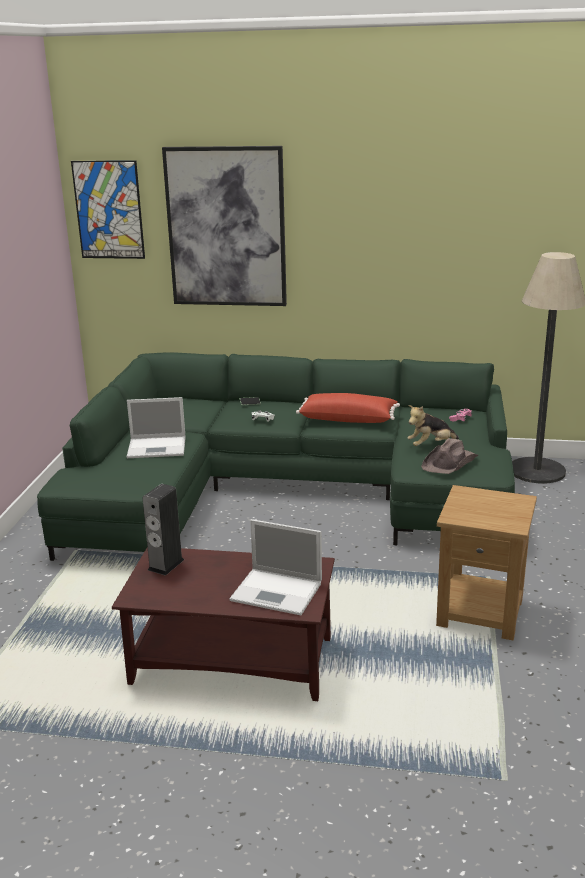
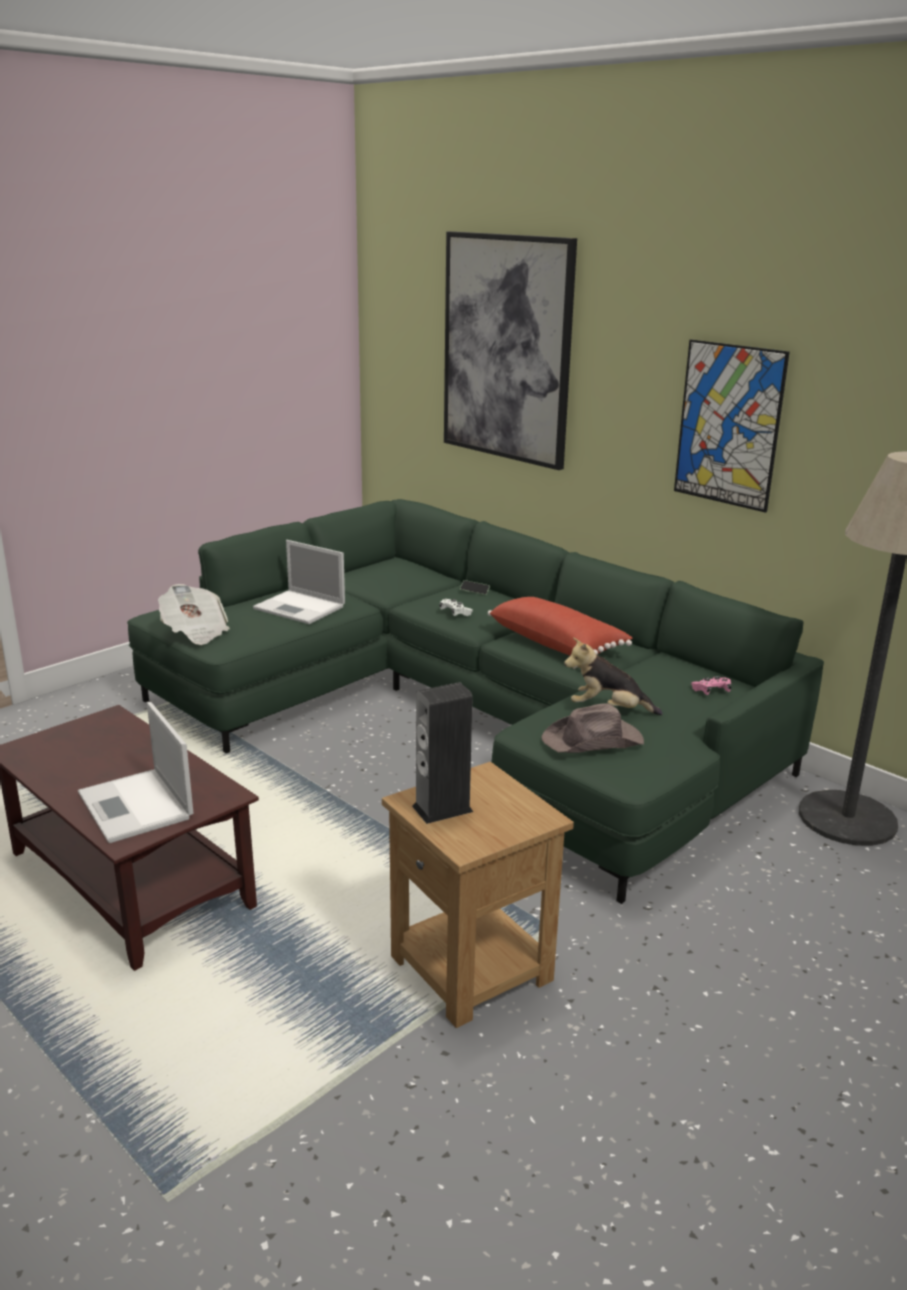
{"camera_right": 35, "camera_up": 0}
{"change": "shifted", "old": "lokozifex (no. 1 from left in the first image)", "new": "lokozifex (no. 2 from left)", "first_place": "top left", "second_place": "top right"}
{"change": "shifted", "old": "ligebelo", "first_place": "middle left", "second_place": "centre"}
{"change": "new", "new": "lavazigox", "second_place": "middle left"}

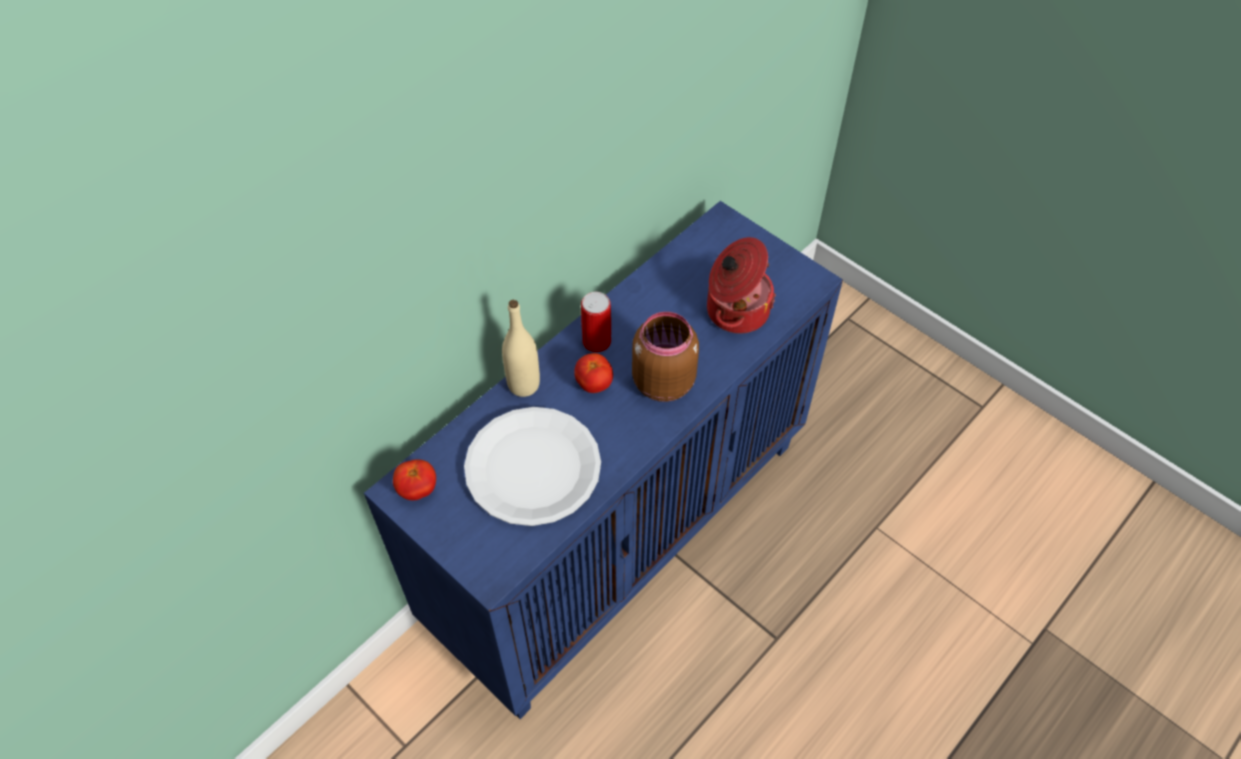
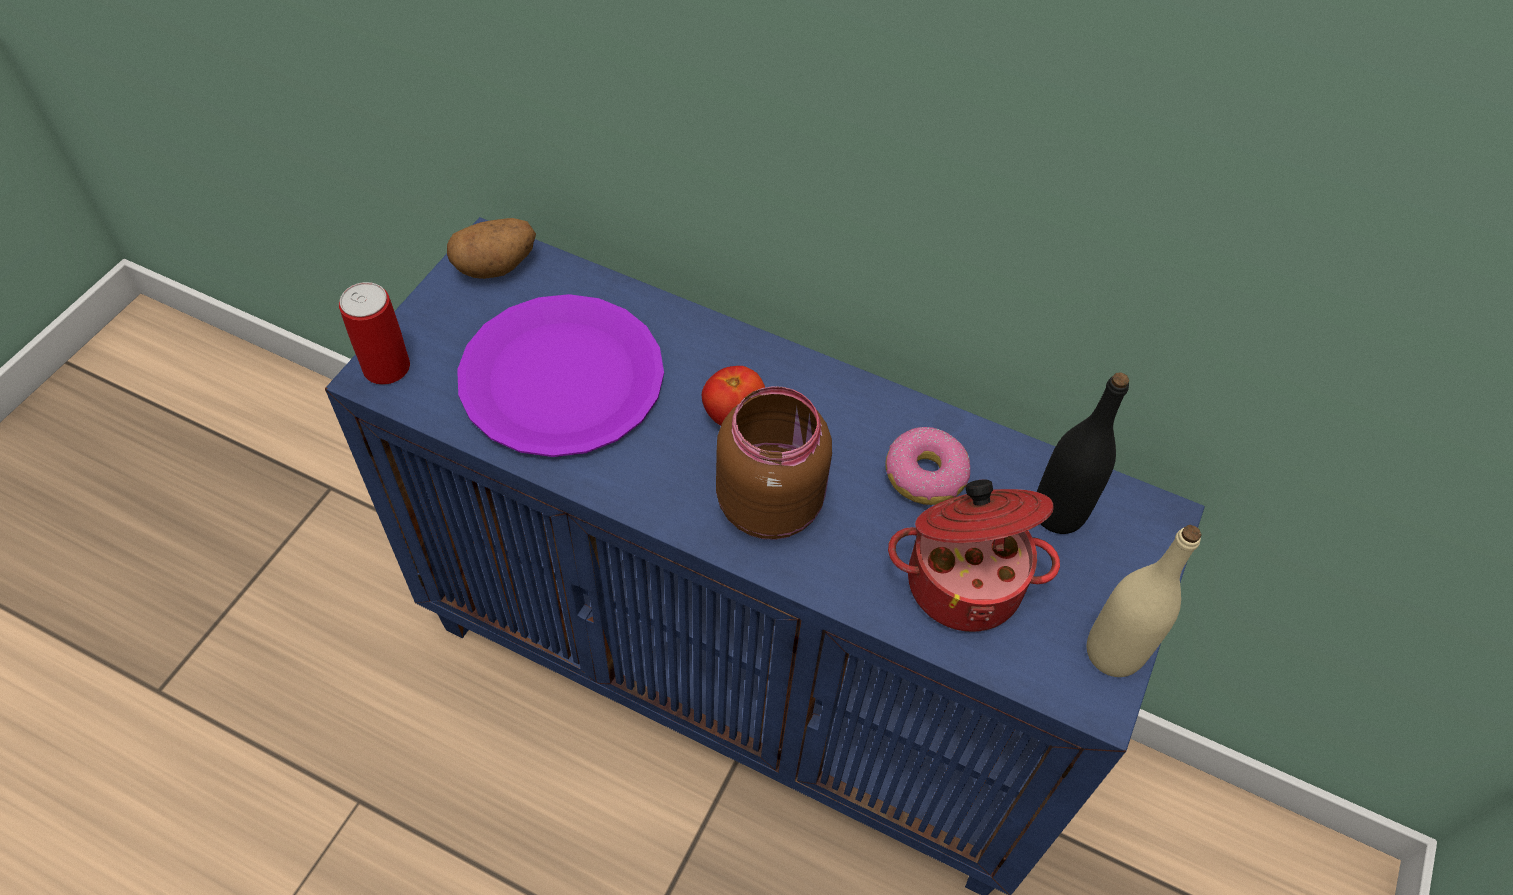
{"camera_right": 70, "camera_up": 0}
{"change": "swapped", "old": "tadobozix (no. 1 from left)", "new": "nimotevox", "first_place": "centre", "second_place": "top left"}
{"change": "repainted", "old": "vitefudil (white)", "new": "vitefudil (purple)", "first_place": "centre", "second_place": "centre"}
{"change": "shifted", "old": "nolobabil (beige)", "first_place": "centre", "second_place": "bottom right"}
{"change": "shifted", "old": "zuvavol", "first_place": "centre", "second_place": "middle left"}
{"change": "new", "new": "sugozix", "second_place": "centre"}
{"change": "new", "new": "nolobabil (black)", "second_place": "middle right"}

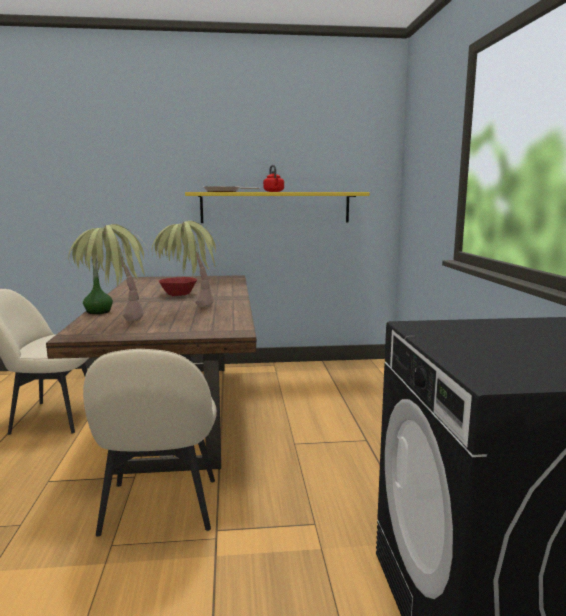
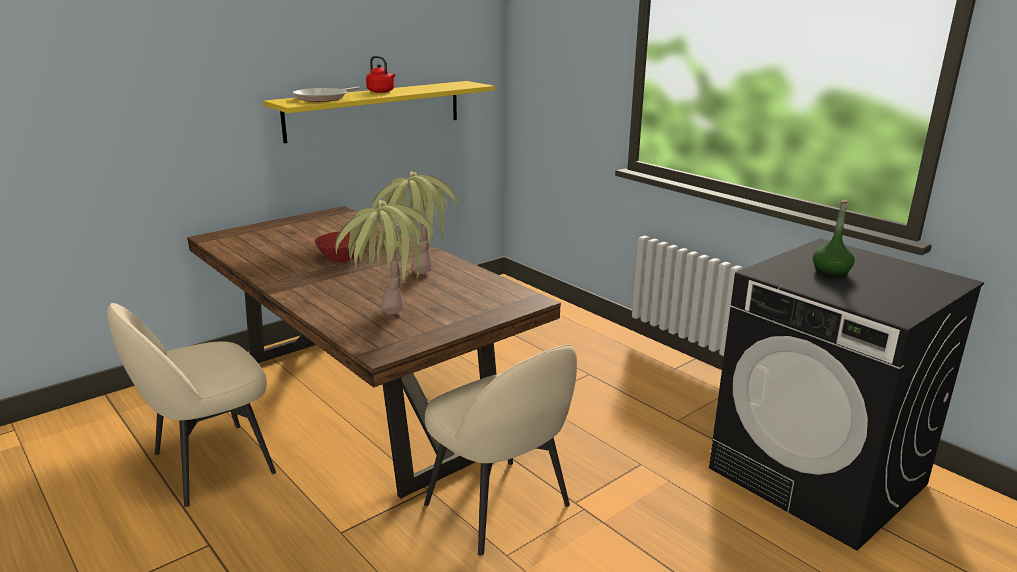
{"camera_right": -35, "camera_up": 10}
{"change": "shifted", "old": "nolobabil (green)", "first_place": "middle left", "second_place": "middle right"}

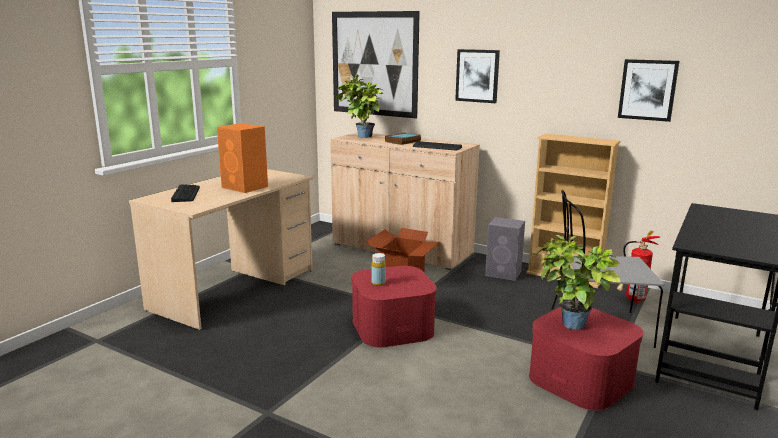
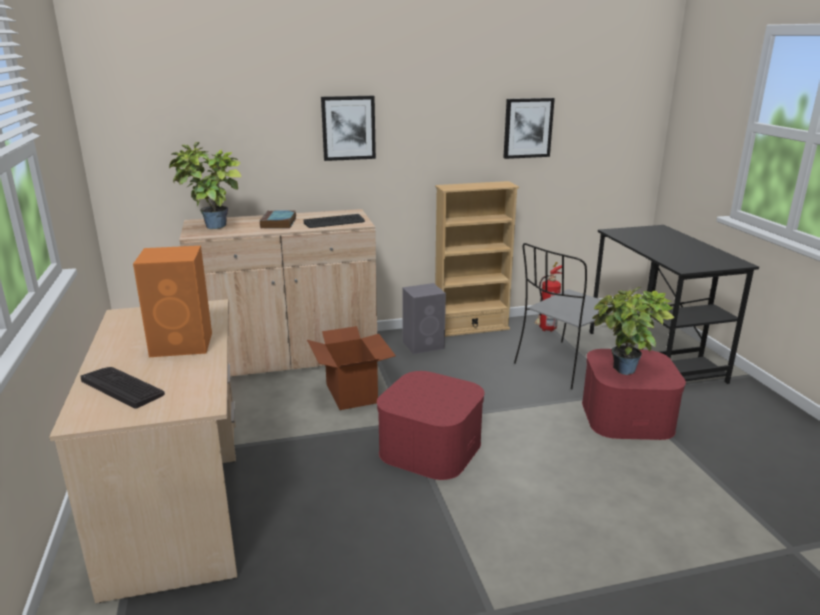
{"camera_right": -45, "camera_up": 5}
{"change": "gone", "old": "lokozifex (no. 1 from left)", "first_place": "top centre"}
{"change": "gone", "old": "nolobabil (yellow)", "first_place": "centre"}

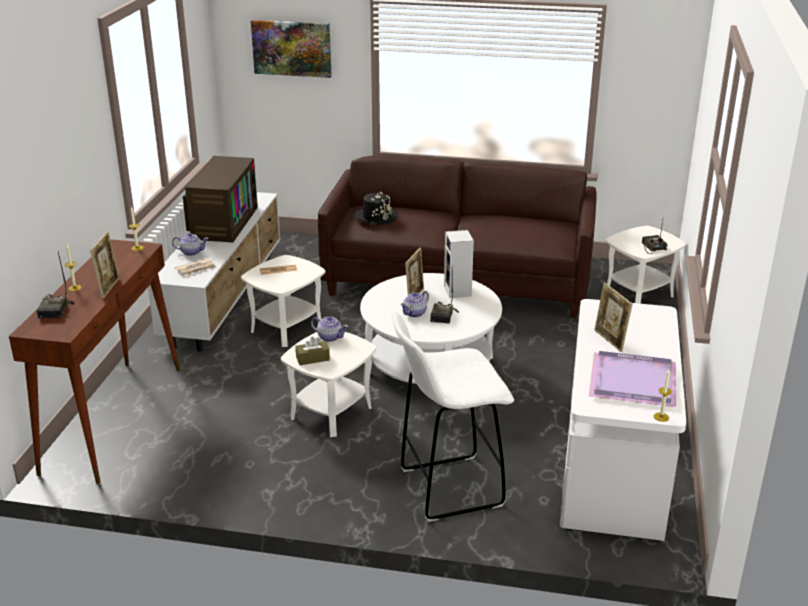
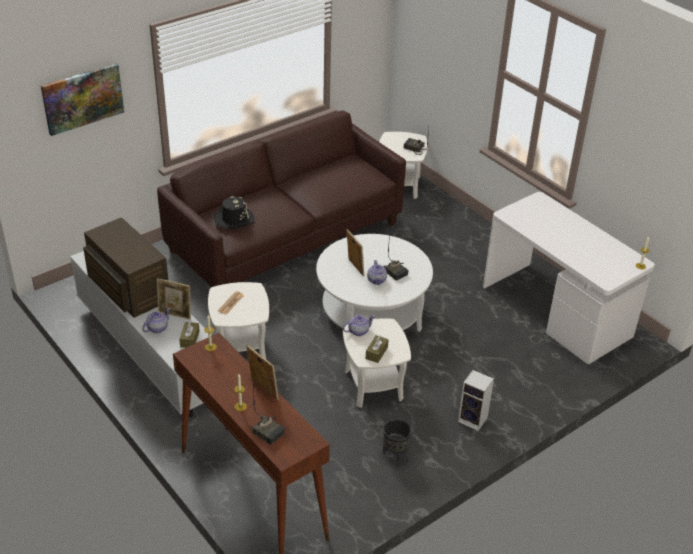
{"camera_right": -50, "camera_up": 10}
{"change": "swapped", "old": "lavazigox (no. 1 from left)", "new": "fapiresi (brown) (no. 1 from left)", "first_place": "middle left", "second_place": "middle left"}
{"change": "gone", "old": "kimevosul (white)", "first_place": "bottom centre"}
{"change": "shifted", "old": "ligebelo", "first_place": "centre", "second_place": "bottom right"}
{"change": "gone", "old": "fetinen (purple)", "first_place": "middle right"}
{"change": "shifted", "old": "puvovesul (no. 3 from left in the first image)", "new": "puvovesul (no. 1 from left)", "first_place": "middle right", "second_place": "middle left"}
{"change": "new", "new": "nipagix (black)", "second_place": "bottom centre"}

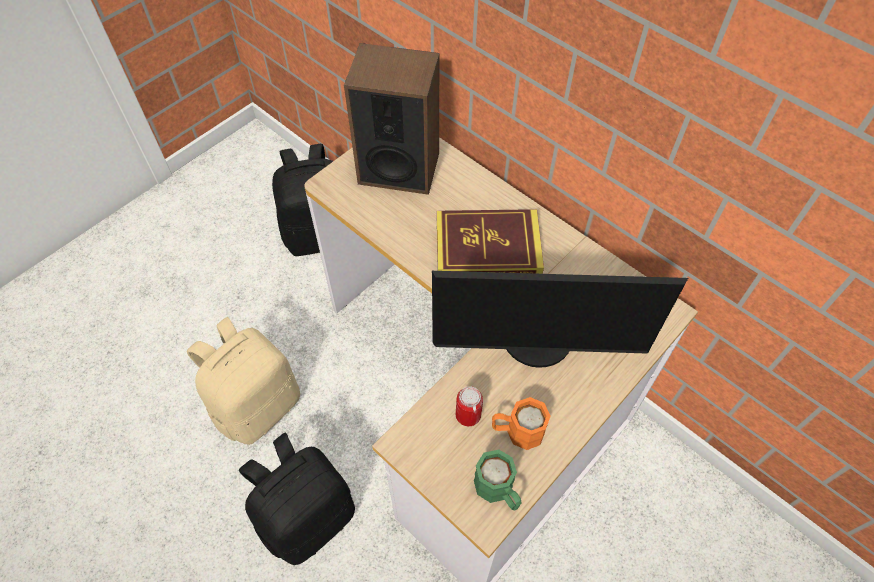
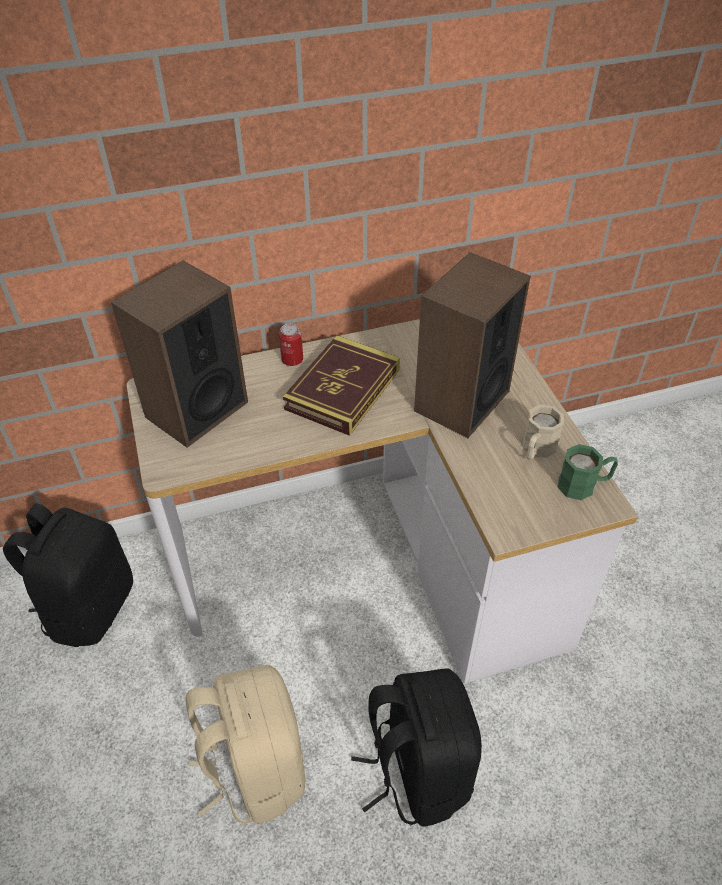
{"camera_right": -60, "camera_up": -10}
{"change": "swapped", "old": "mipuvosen", "new": "ligebelo (no. 2 from left)", "first_place": "centre", "second_place": "centre"}
{"change": "shifted", "old": "zuvavol", "first_place": "bottom centre", "second_place": "centre"}
{"change": "repainted", "old": "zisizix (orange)", "new": "zisizix (beige)", "first_place": "bottom centre", "second_place": "middle right"}

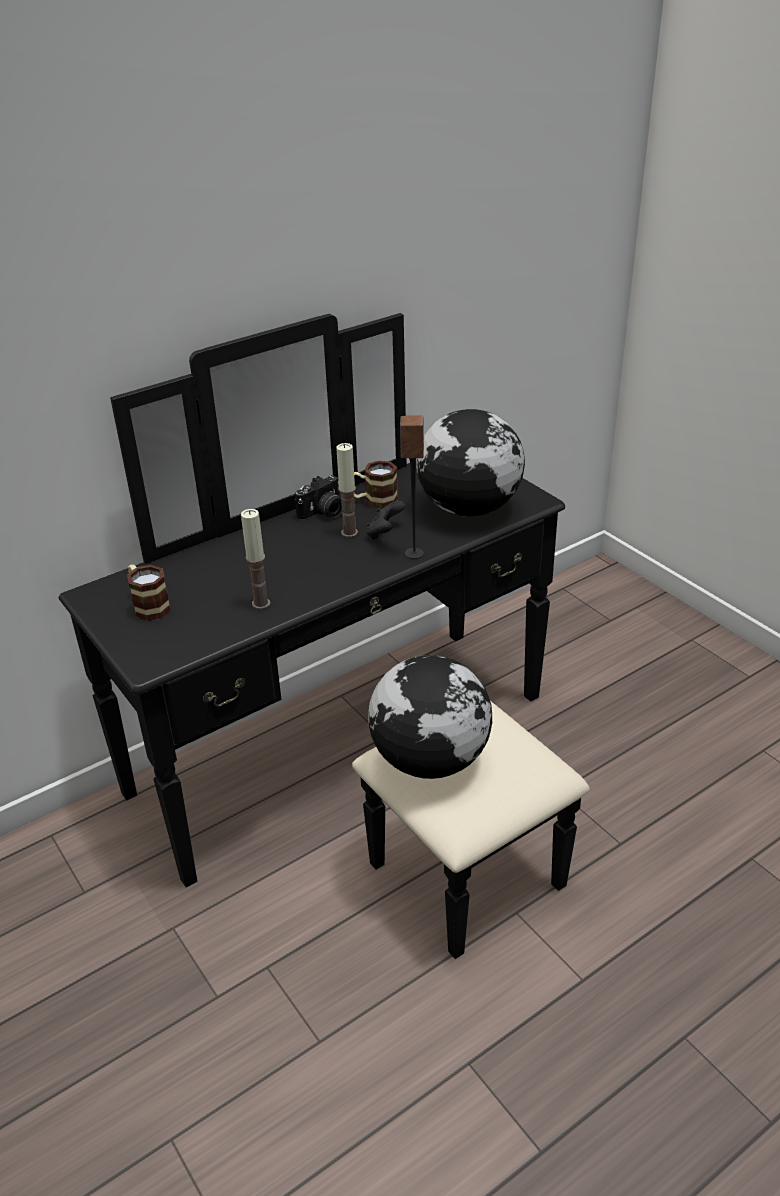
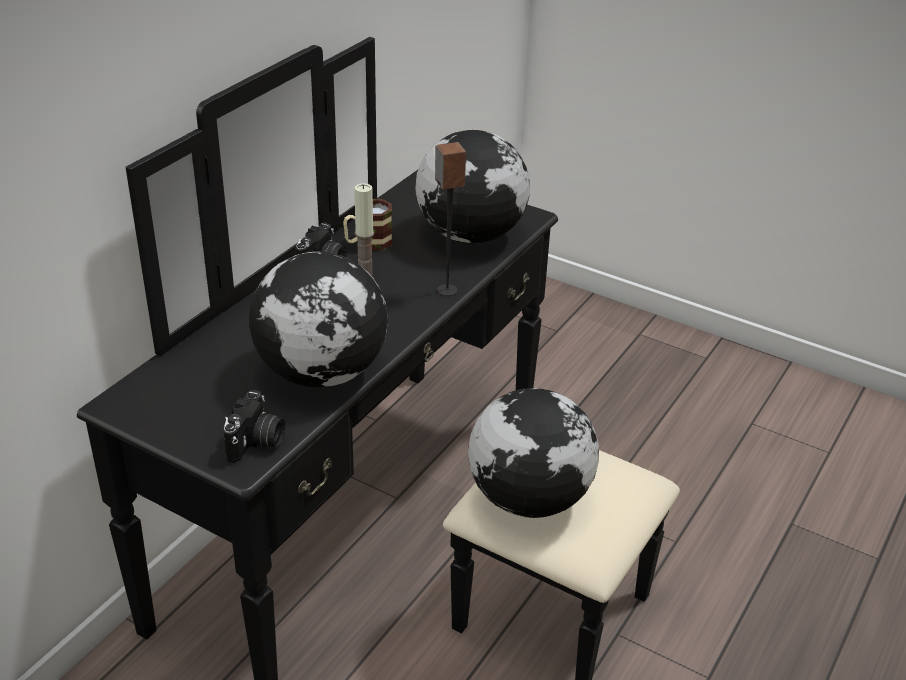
{"camera_right": -25, "camera_up": 0}
{"change": "gone", "old": "zisizix (no. 1 from left)", "first_place": "middle left"}
{"change": "swapped", "old": "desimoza (no. 1 from left)", "new": "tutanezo (no. 1 from left)", "first_place": "middle left", "second_place": "centre"}
{"change": "gone", "old": "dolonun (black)", "first_place": "centre"}
{"change": "new", "new": "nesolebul (no. 1 from left)", "second_place": "middle left"}

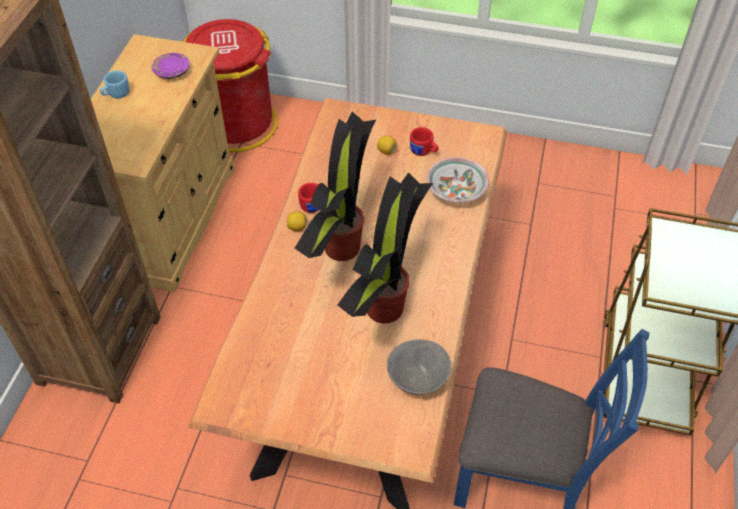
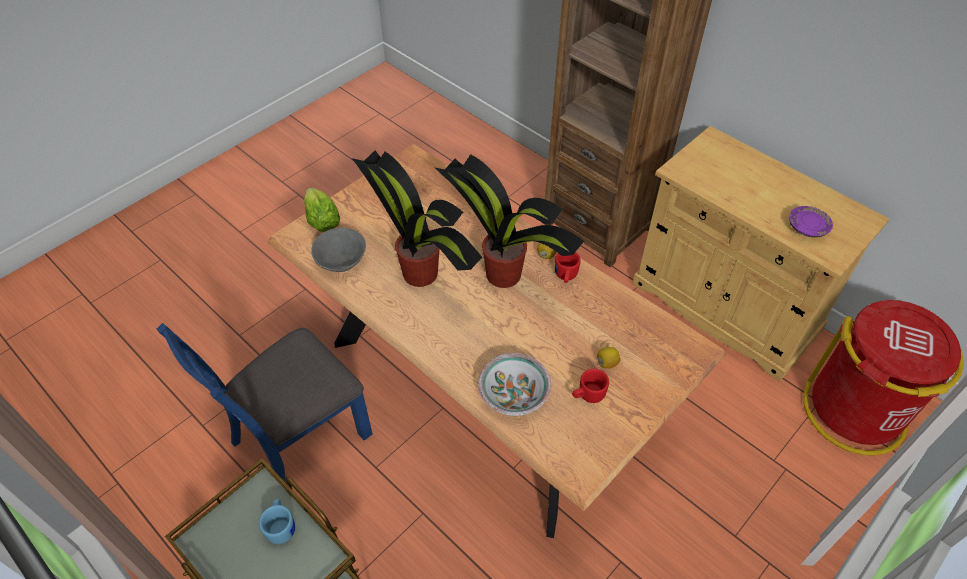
{"camera_right": 120, "camera_up": 0}
{"change": "shifted", "old": "zisizix (blue)", "first_place": "top left", "second_place": "bottom left"}
{"change": "new", "new": "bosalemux", "second_place": "middle left"}

